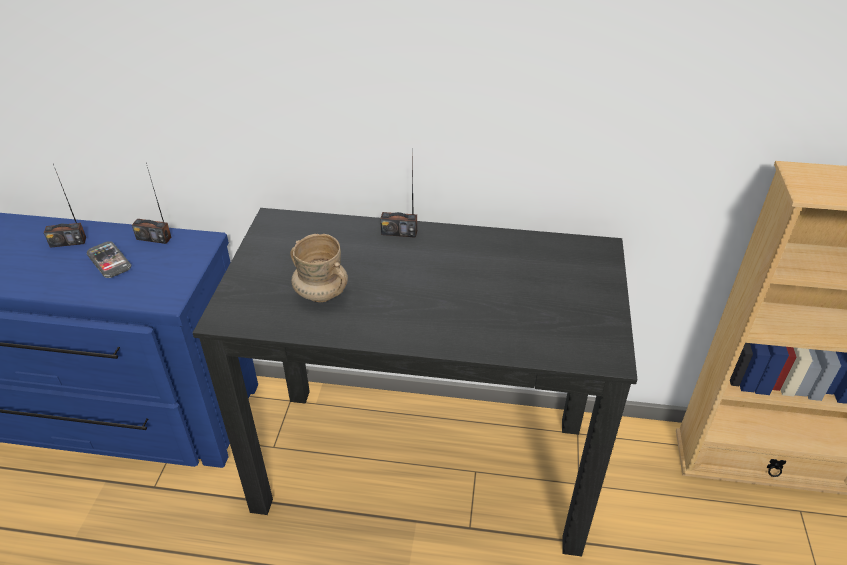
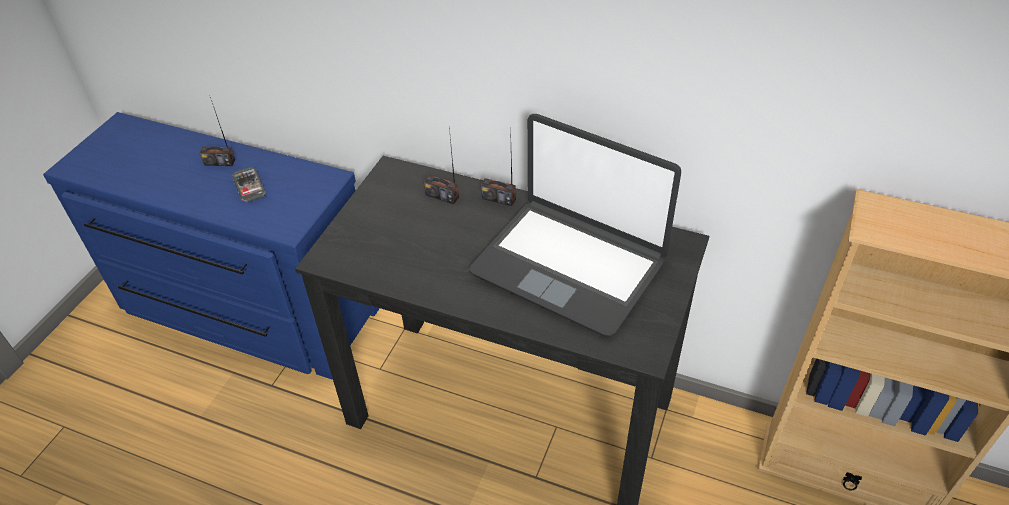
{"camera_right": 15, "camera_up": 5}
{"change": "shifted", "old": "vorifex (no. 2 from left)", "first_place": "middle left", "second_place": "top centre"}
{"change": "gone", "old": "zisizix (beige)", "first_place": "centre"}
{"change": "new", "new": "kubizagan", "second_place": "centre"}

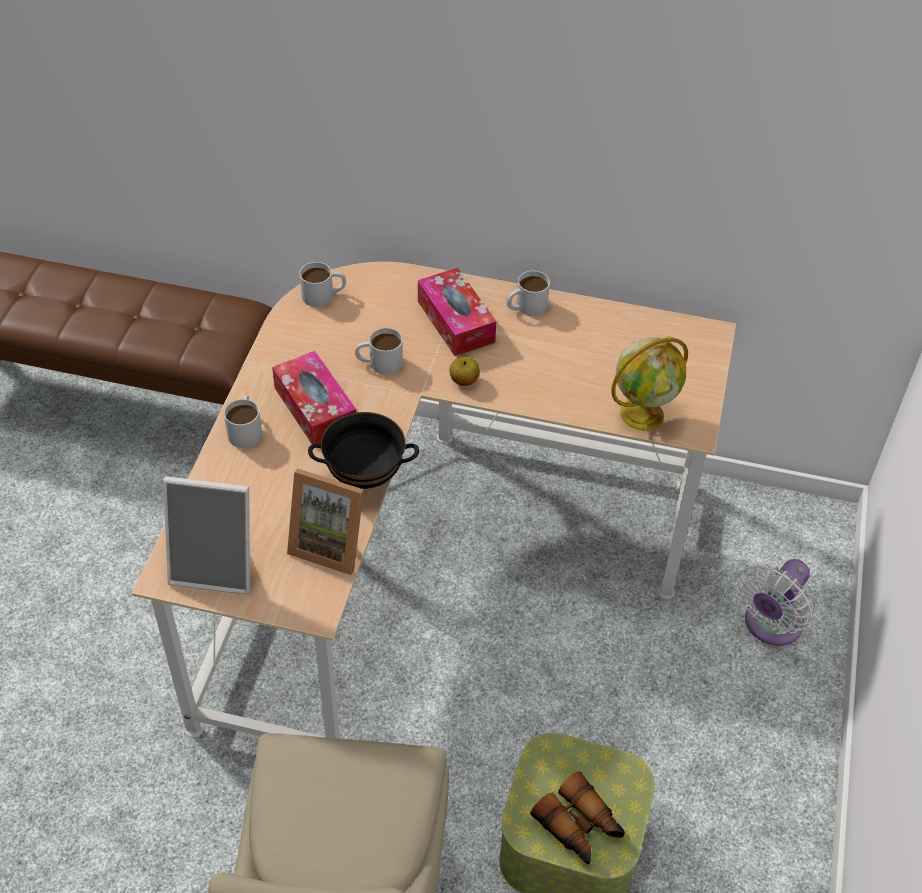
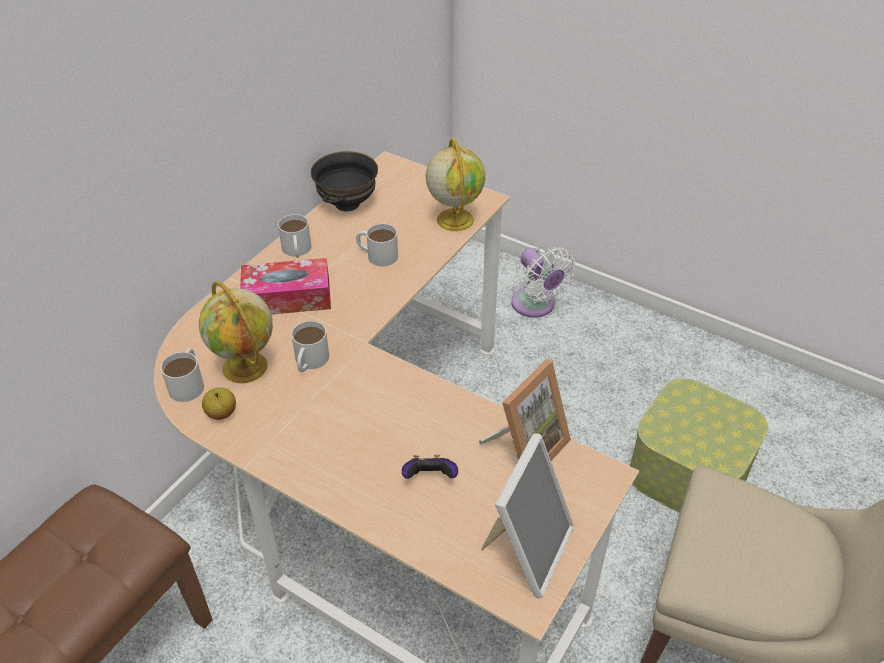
{"camera_right": -70, "camera_up": -5}
{"change": "shifted", "old": "zisizix (white) (no. 1 from left in the first image)", "new": "zisizix (white) (no. 4 from left)", "first_place": "middle left", "second_place": "centre"}
{"change": "gone", "old": "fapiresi (no. 1 from left)", "first_place": "centre"}
{"change": "shifted", "old": "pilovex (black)", "first_place": "centre", "second_place": "top centre"}
{"change": "shifted", "old": "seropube", "first_place": "centre", "second_place": "middle left"}
{"change": "gone", "old": "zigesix", "first_place": "bottom centre"}
{"change": "new", "new": "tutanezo (no. 1 from left)", "second_place": "middle left"}
{"change": "new", "new": "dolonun", "second_place": "bottom centre"}

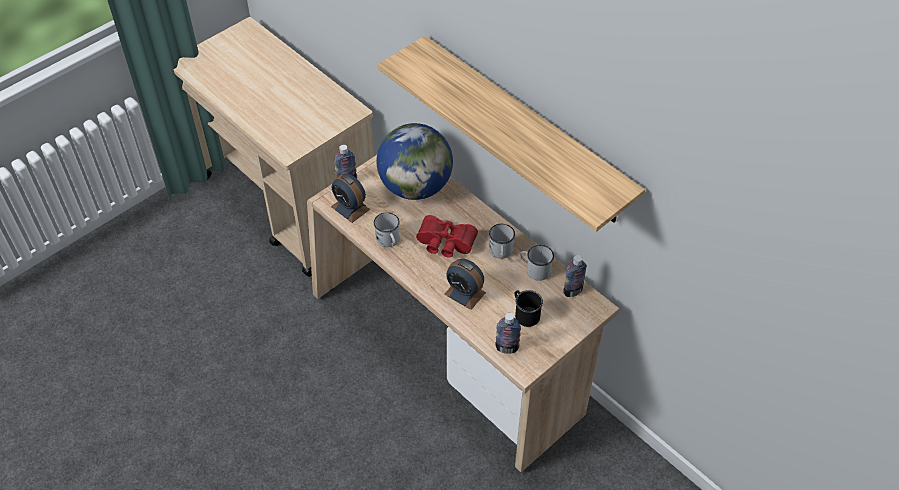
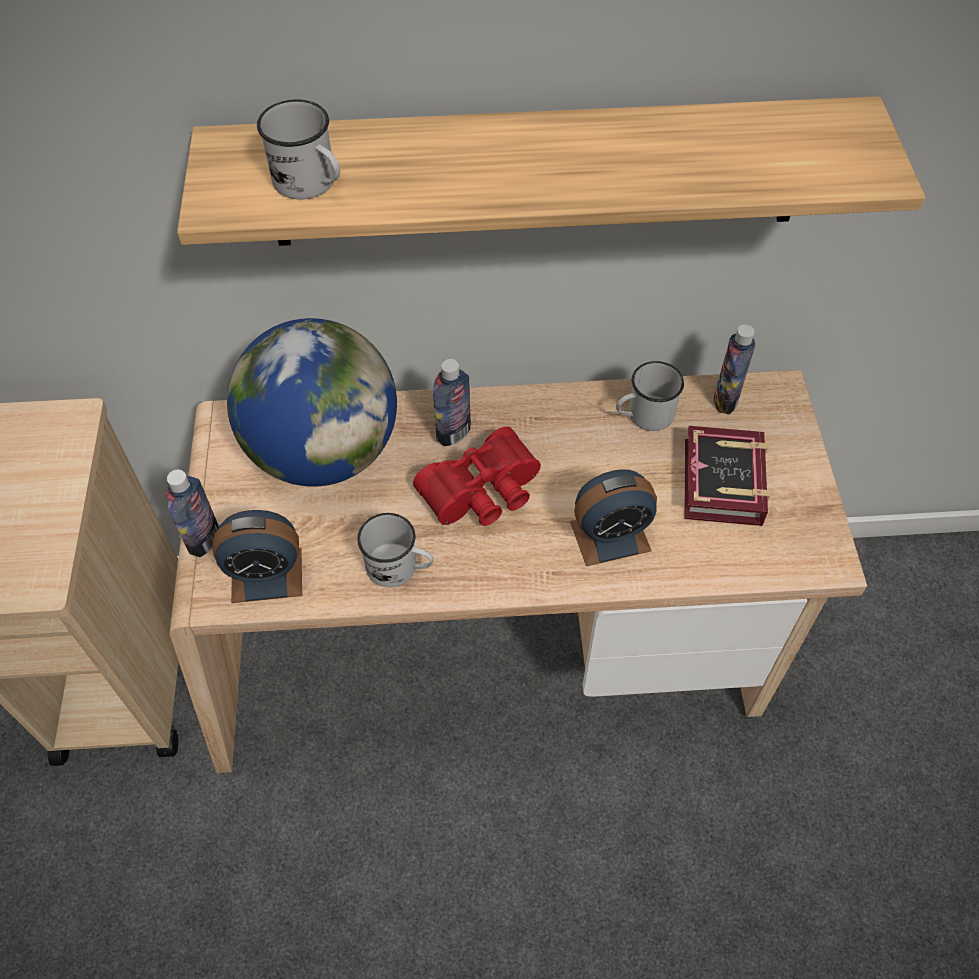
{"camera_right": -50, "camera_up": 5}
{"change": "shifted", "old": "zisizix (white) (no. 2 from left in the first image)", "new": "zisizix (white) (no. 1 from left)", "first_place": "centre", "second_place": "top left"}
{"change": "shifted", "old": "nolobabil (no. 2 from left)", "first_place": "bottom centre", "second_place": "centre"}
{"change": "swapped", "old": "zisizix (black)", "new": "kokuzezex", "first_place": "centre", "second_place": "middle right"}

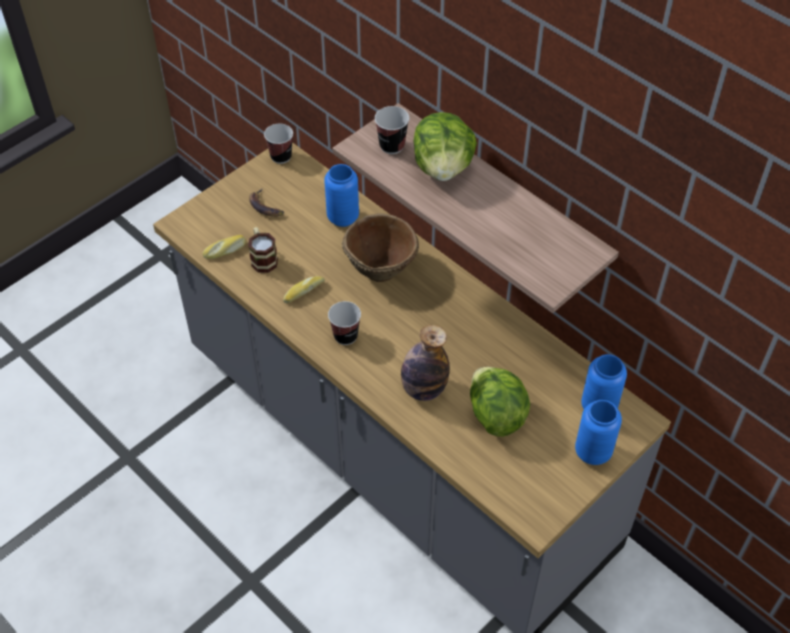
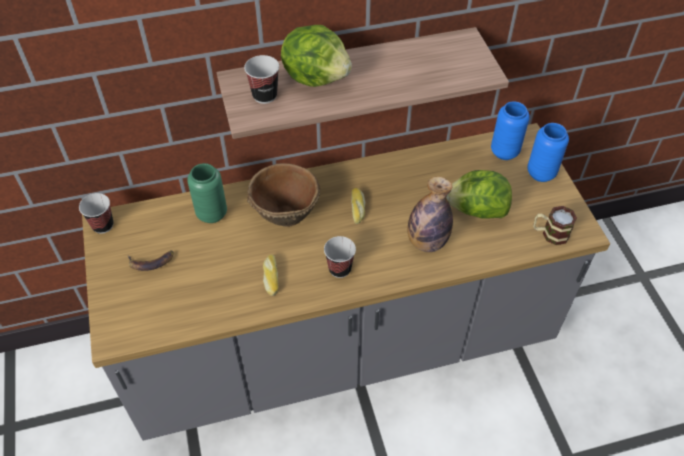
{"camera_right": -60, "camera_up": 0}
{"change": "shifted", "old": "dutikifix (no. 1 from left in the first image)", "new": "dutikifix (no. 2 from left)", "first_place": "middle left", "second_place": "centre"}
{"change": "shifted", "old": "zisizix", "first_place": "middle left", "second_place": "middle right"}
{"change": "repainted", "old": "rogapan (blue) (no. 1 from left)", "new": "rogapan (green)", "first_place": "top centre", "second_place": "middle left"}

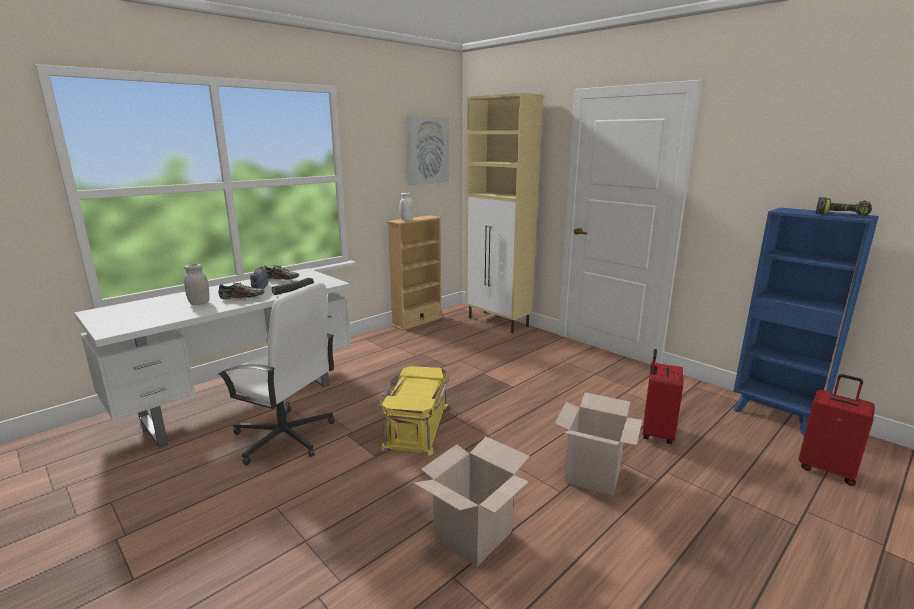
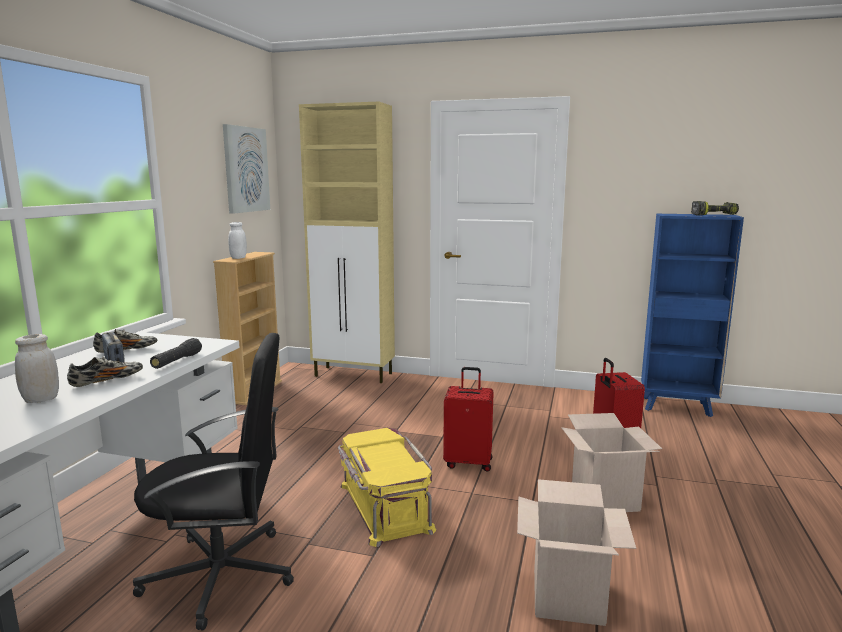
{"camera_right": -30, "camera_up": -5}
{"change": "repainted", "old": "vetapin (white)", "new": "vetapin (black)", "first_place": "middle left", "second_place": "bottom left"}
{"change": "shifted", "old": "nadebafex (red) (no. 2 from left in the first image)", "new": "nadebafex (red) (no. 1 from left)", "first_place": "bottom right", "second_place": "centre"}

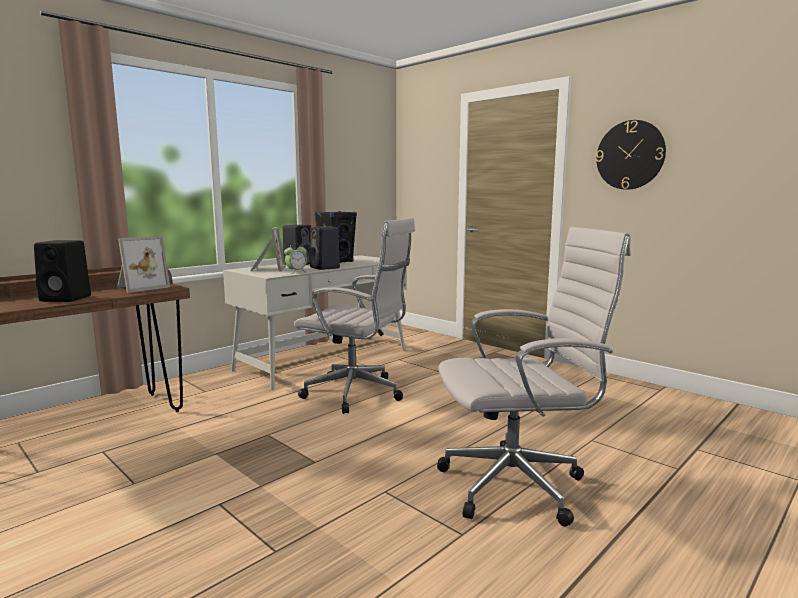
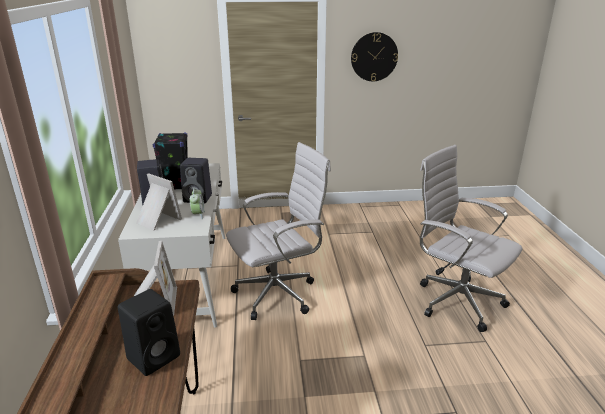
{"camera_right": -50, "camera_up": 15}
{"change": "rotated", "old": "vetapin (white) (no. 2 from left)", "first_place": "middle right", "second_place": "middle right", "degrees": -75}

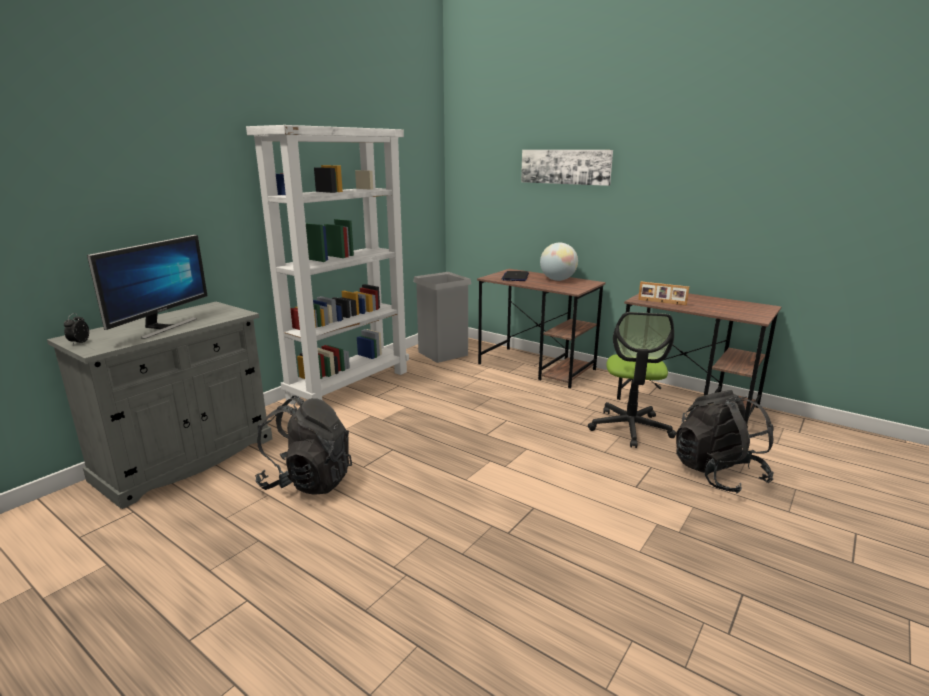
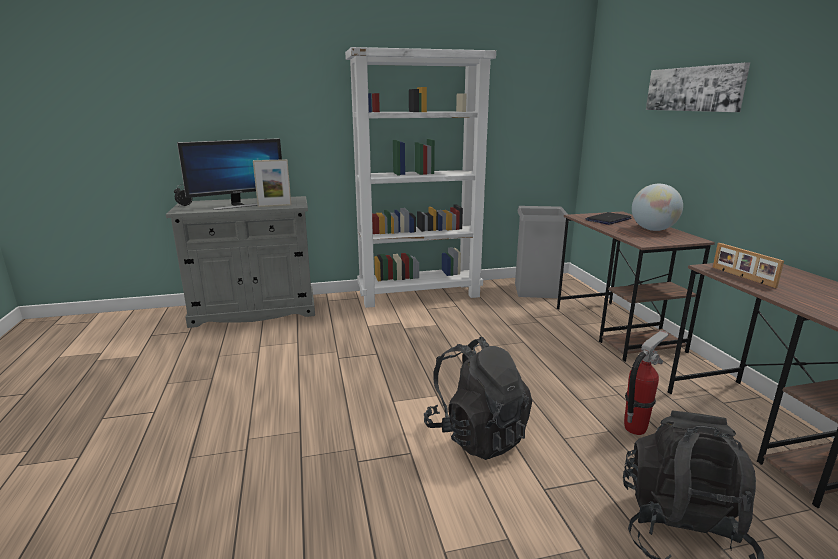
{"camera_right": 40, "camera_up": 0}
{"change": "shifted", "old": "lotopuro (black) (no. 1 from left)", "first_place": "middle left", "second_place": "bottom centre"}
{"change": "swapped", "old": "vetapin", "new": "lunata", "first_place": "middle right", "second_place": "bottom right"}
{"change": "new", "new": "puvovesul (no. 1 from left)", "second_place": "top left"}

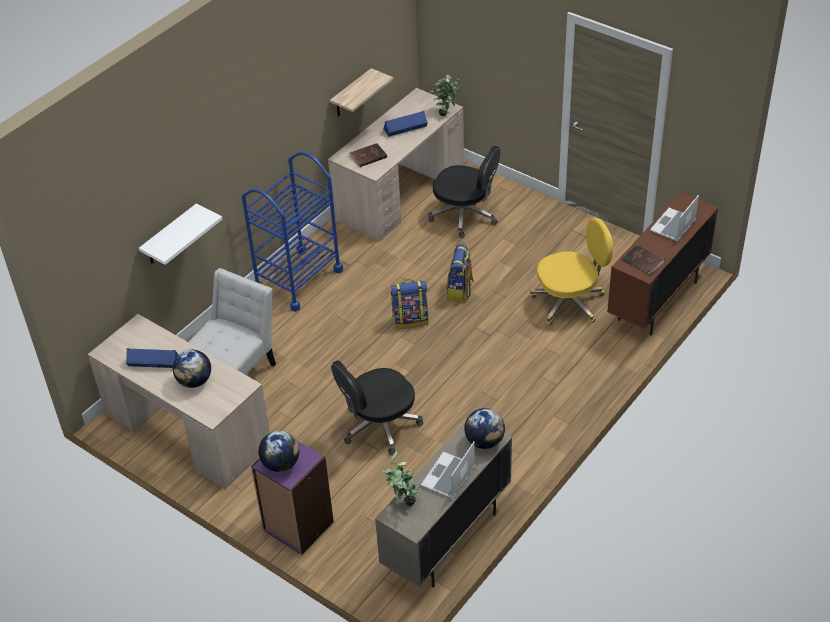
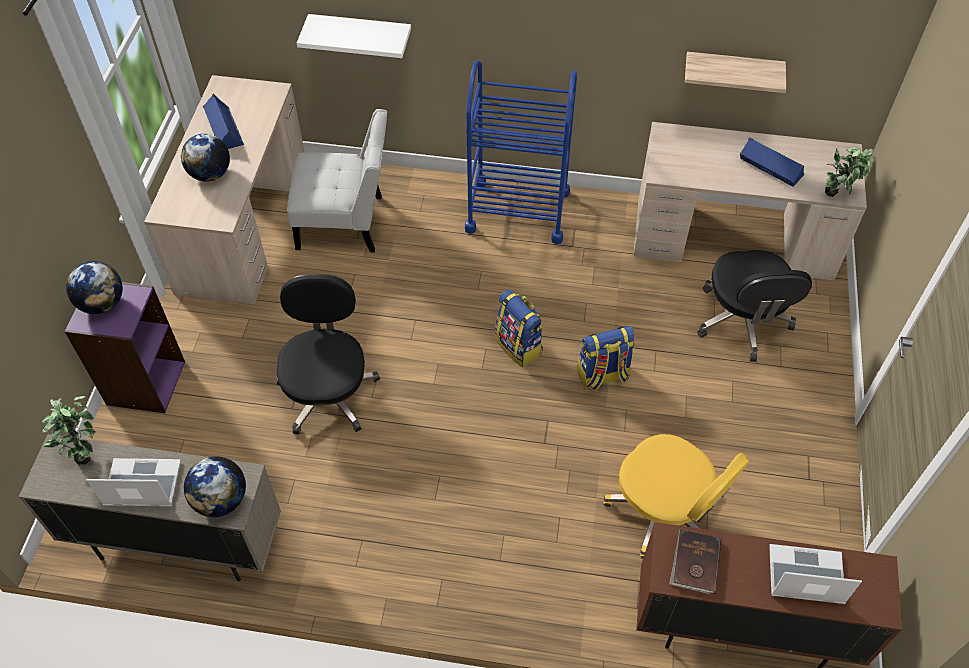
{"camera_right": 60, "camera_up": 10}
{"change": "rotated", "old": "vetapin (black) (no. 1 from left)", "first_place": "centre", "second_place": "centre", "degrees": 60}
{"change": "gone", "old": "kokuzezex (brown) (no. 1 from left)", "first_place": "top centre"}

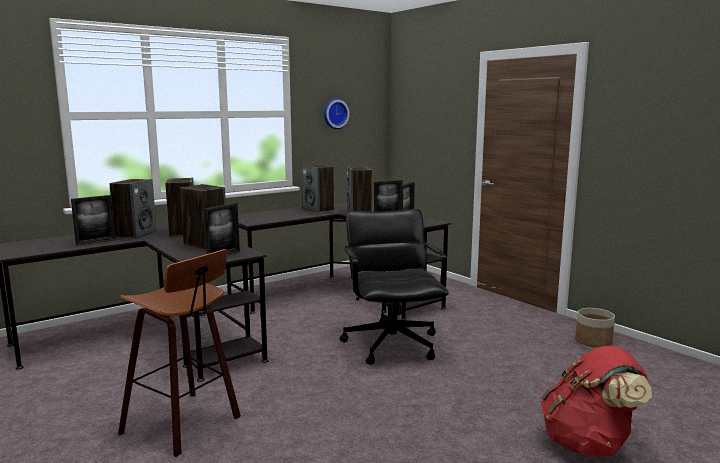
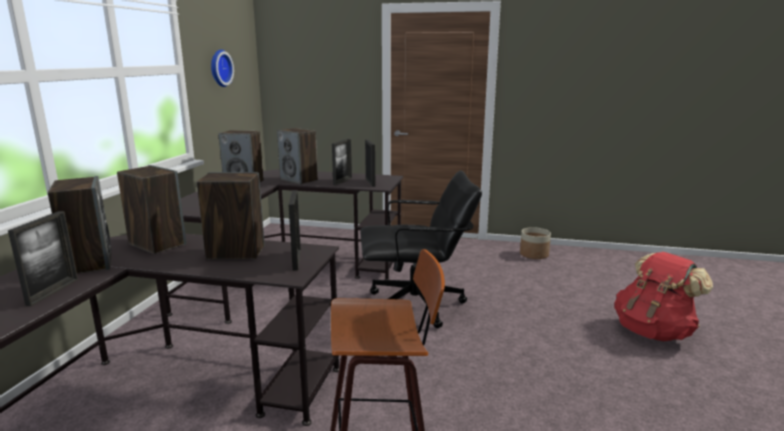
{"camera_right": -40, "camera_up": 5}
{"change": "rotated", "old": "vetapin (black)", "first_place": "centre", "second_place": "centre", "degrees": 135}

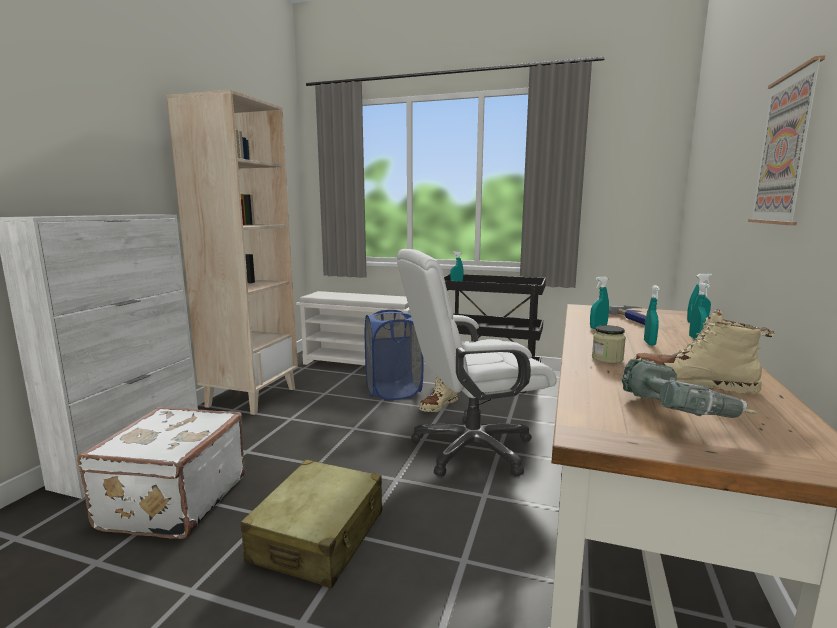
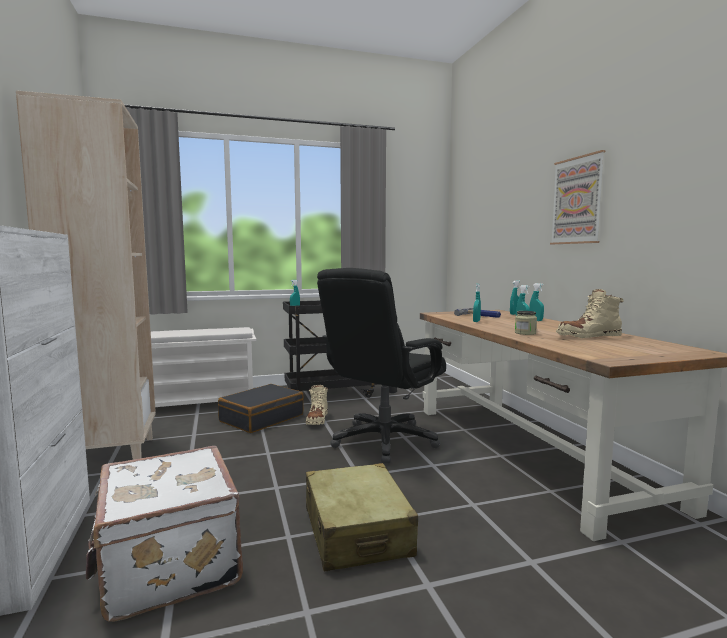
{"camera_right": -35, "camera_up": -5}
{"change": "swapped", "old": "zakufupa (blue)", "new": "nadebafex (black)", "first_place": "centre", "second_place": "centre"}
{"change": "repainted", "old": "vetapin (white)", "new": "vetapin (black)", "first_place": "centre", "second_place": "centre"}
{"change": "gone", "old": "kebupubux", "first_place": "middle right"}

